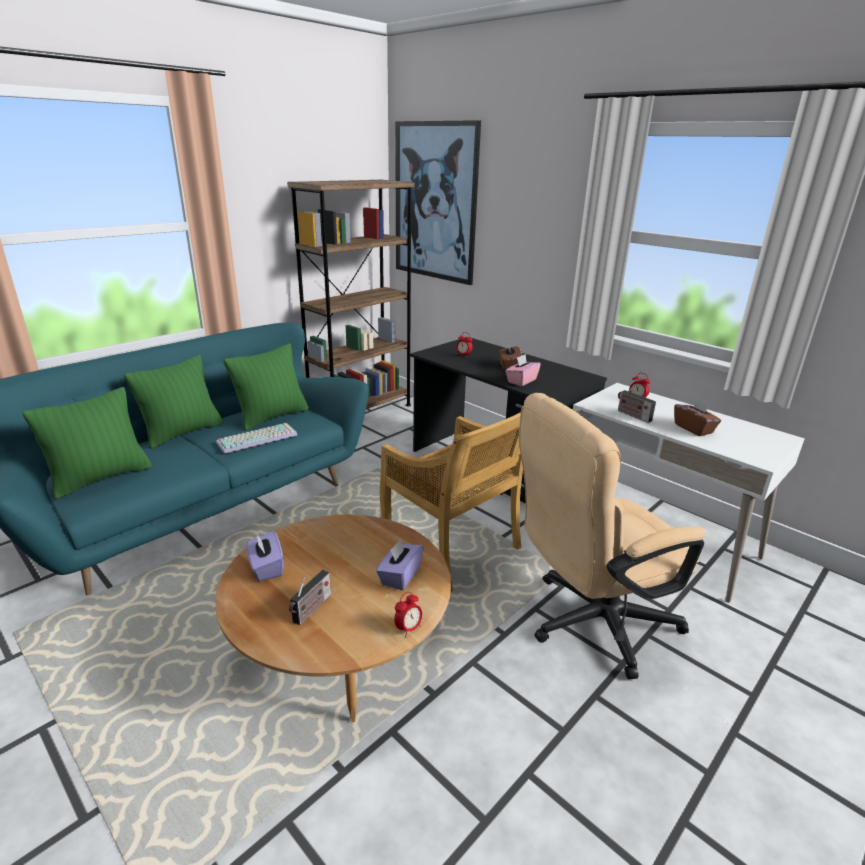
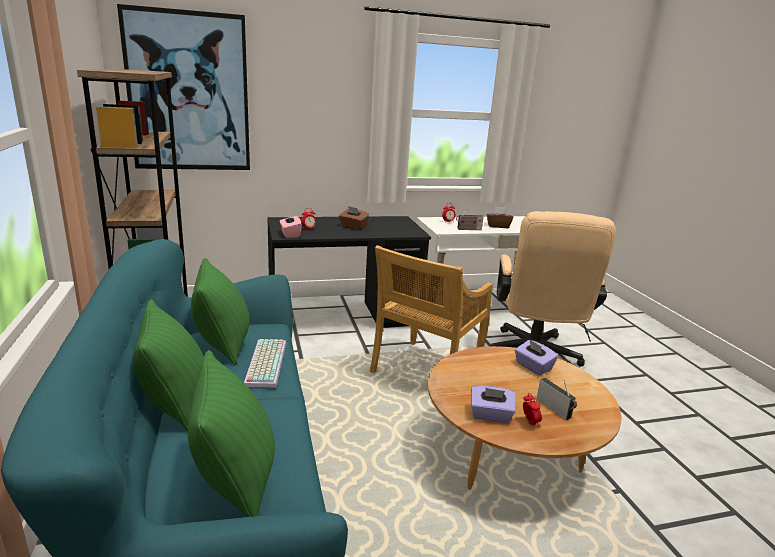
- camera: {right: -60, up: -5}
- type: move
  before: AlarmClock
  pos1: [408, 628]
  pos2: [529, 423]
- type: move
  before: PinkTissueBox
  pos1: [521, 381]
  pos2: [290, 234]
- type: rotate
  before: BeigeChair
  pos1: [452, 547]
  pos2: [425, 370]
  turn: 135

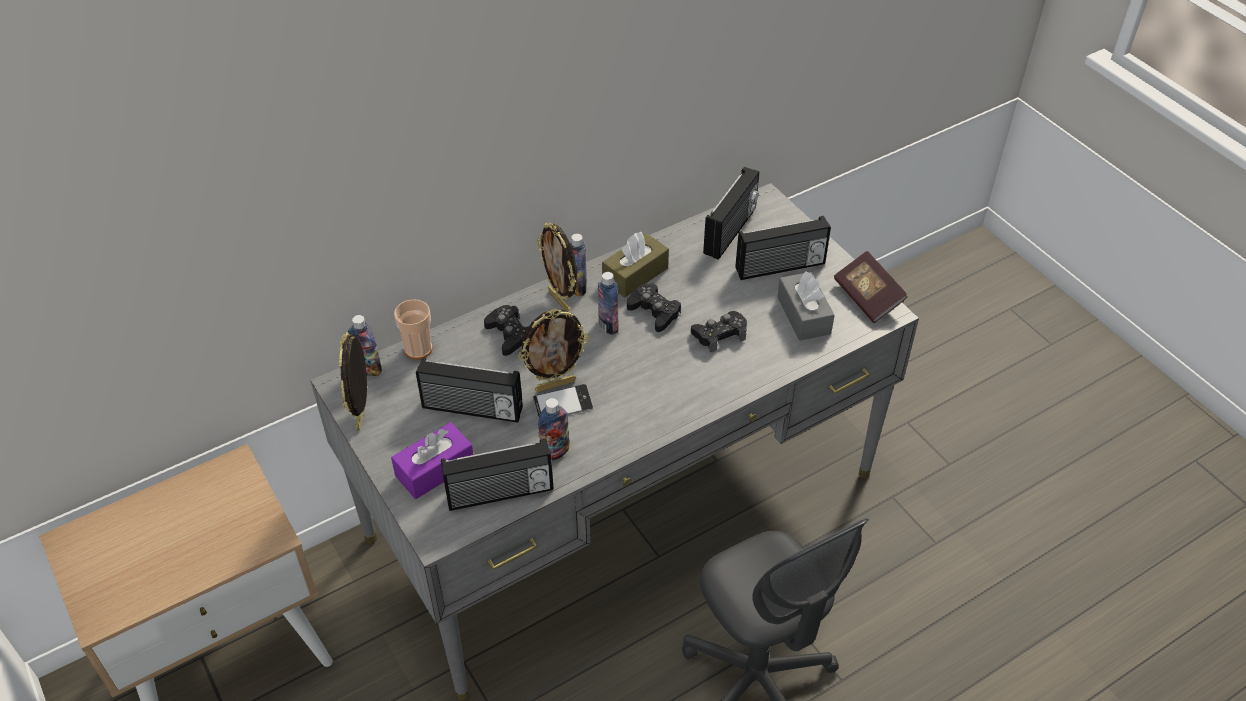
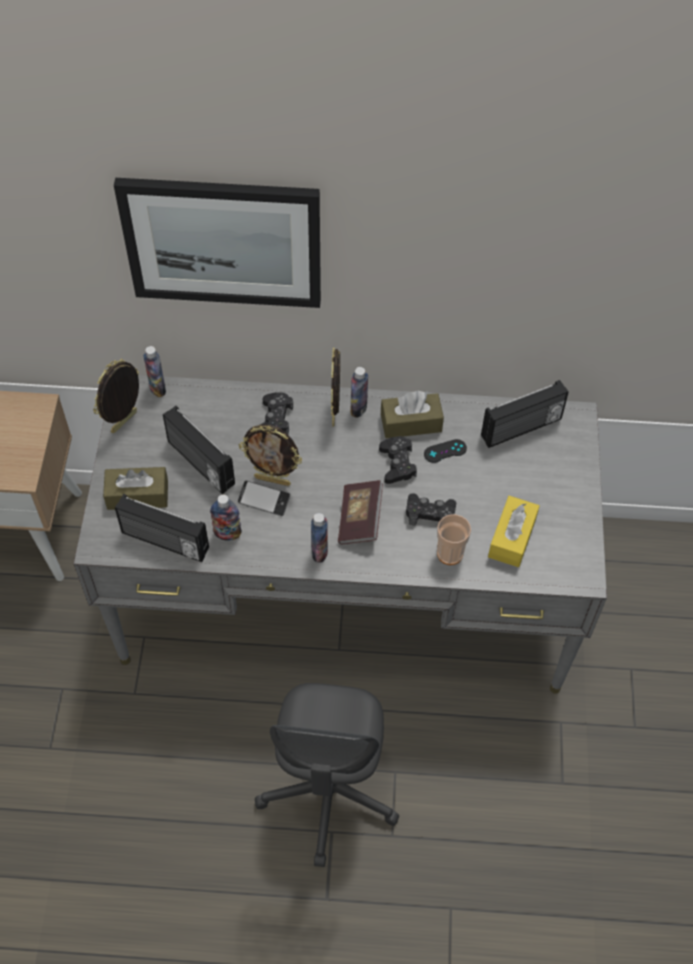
- camera: {right: 35, up: 10}
- type: delete
  before: Radio
  pos1: [780, 267]
- type: insert
  after: Picture
  pos2: [223, 242]
- type: insert
  after: BlackGameController
  pos2: [445, 451]
- type: move
  before: Cup
  pos1: [418, 349]
  pos2: [450, 553]
- type: move
  before: Bottle
  pos1: [608, 326]
  pos2: [319, 552]
- type: move
  before: Book
  pos1: [868, 297]
  pos2: [360, 519]
- type: recolor
  before: PurpleTissueBox
  after: BrownTissueBox
  pos1: [435, 469]
  pos2: [137, 495]
- type: recolor
  before: GreyTissueBox
  after: YellowTissueBox
  pos1: [803, 315]
  pos2: [512, 537]

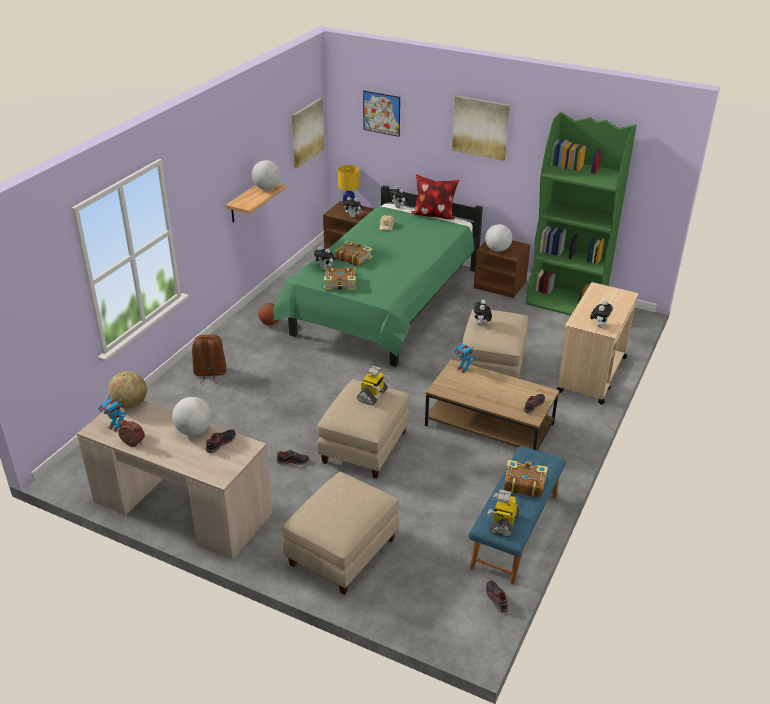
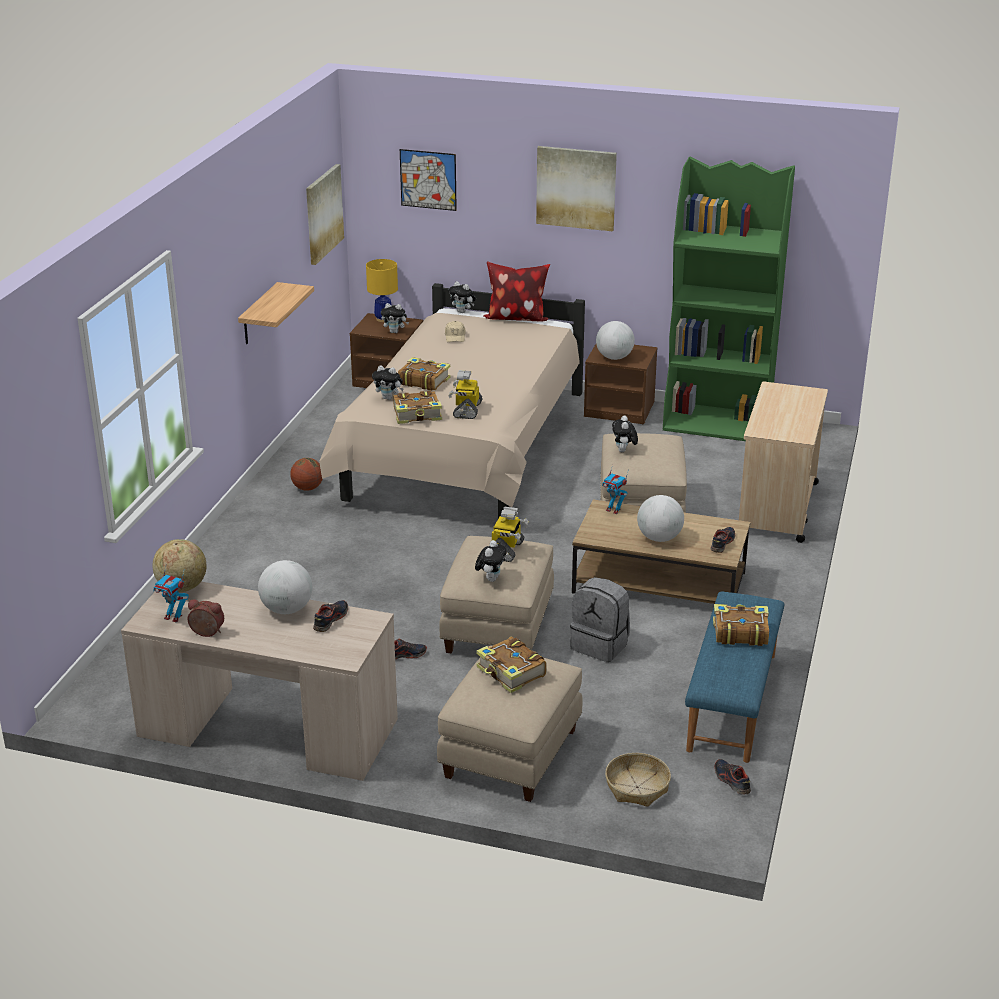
- camera: {right: -10, up: -5}
- type: delete
  before: BrownBackpack
  pos1: [210, 373]
- type: insert
  after: Book
  pos2: [511, 673]
- type: insert
  after: GreyBackpack
  pos2: [600, 645]
- type: insert
  after: Basket
  pos2: [637, 787]
- type: move
  before: Globe
  pos1: [267, 188]
  pos2: [659, 538]
- type: move
  before: ToyRobot
  pos1: [503, 523]
  pos2: [466, 410]
- type: move
  before: PlushToy
  pos1: [599, 325]
  pos2: [491, 578]
- type: recolor
  before: GreenBed
  after: BeigeBed
  pos1: [385, 304]
  pos2: [465, 449]

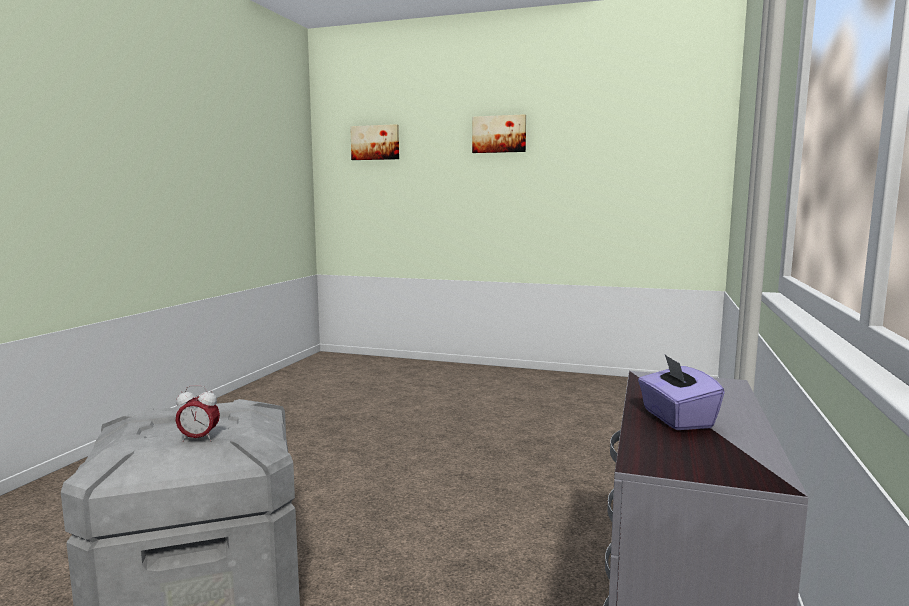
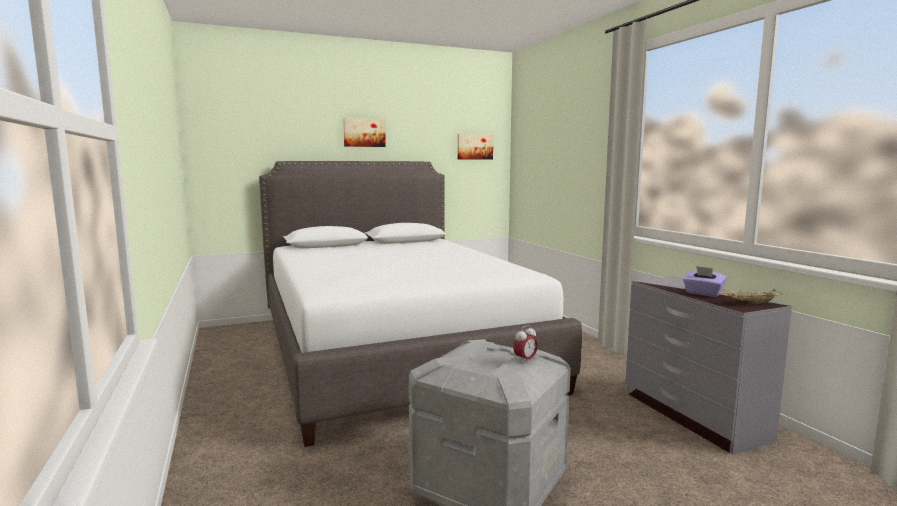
- camera: {right: -40, up: 0}
- type: insert
  after: WhiteBed
  pos2: [395, 351]
- type: insert
  after: BeigeTray
  pos2: [749, 303]
- type: move
  before: Picture
  pos1: [375, 142]
  pos2: [474, 146]

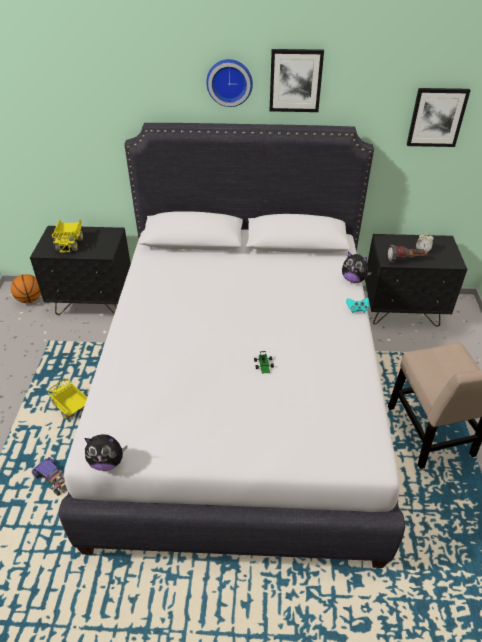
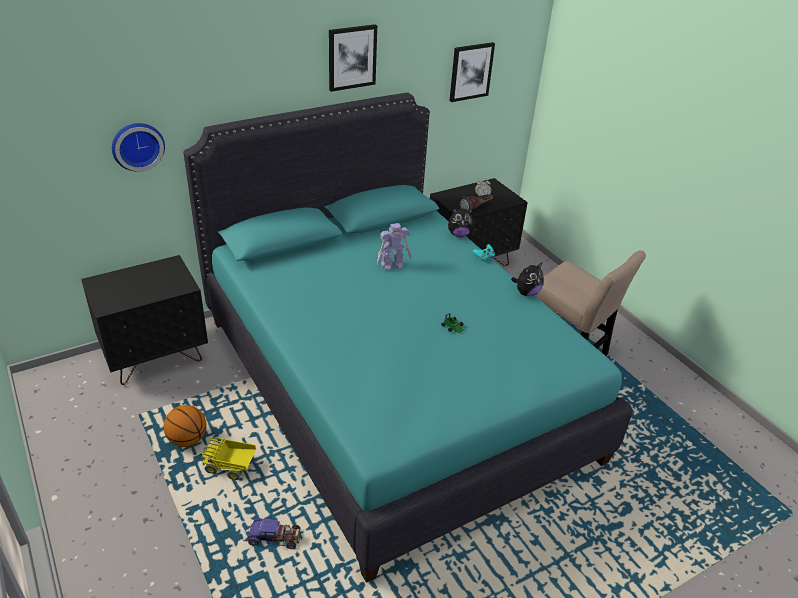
- camera: {right: -35, up: -5}
- type: delete
  before: ToyTruck
  pos1: [70, 243]
- type: insert
  after: ToyRobot
  pos2: [393, 265]
- type: move
  before: Basketball
  pos1: [30, 299]
  pos2: [187, 439]
- type: move
  before: PlushToy
  pos1: [107, 462]
  pos2: [526, 293]
- type: move
  before: WallClock
  pos1: [229, 82]
  pos2: [137, 145]
- type: recolor
  before: WhiteBed
  after: TurquoiseBed
  pos1: [240, 396]
  pos2: [391, 386]

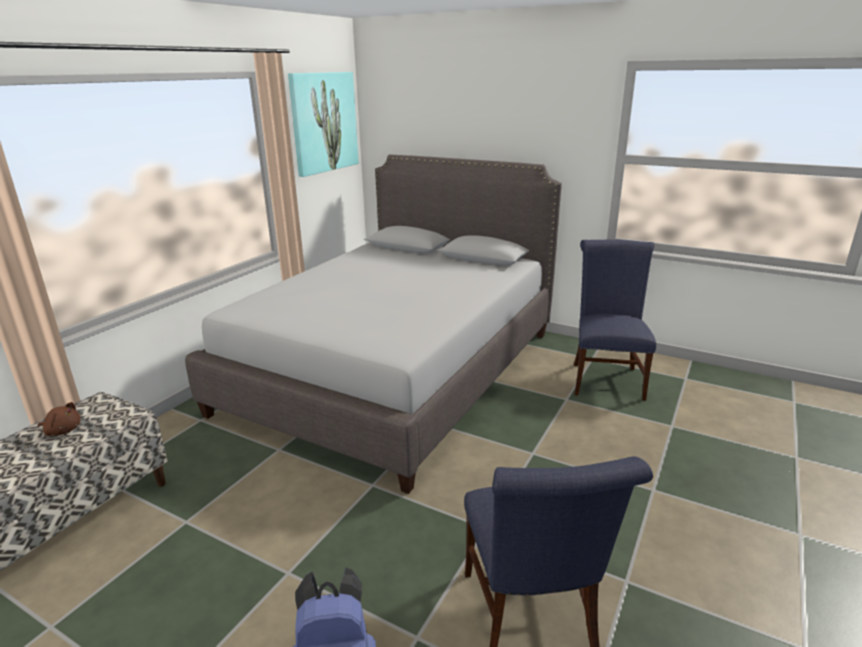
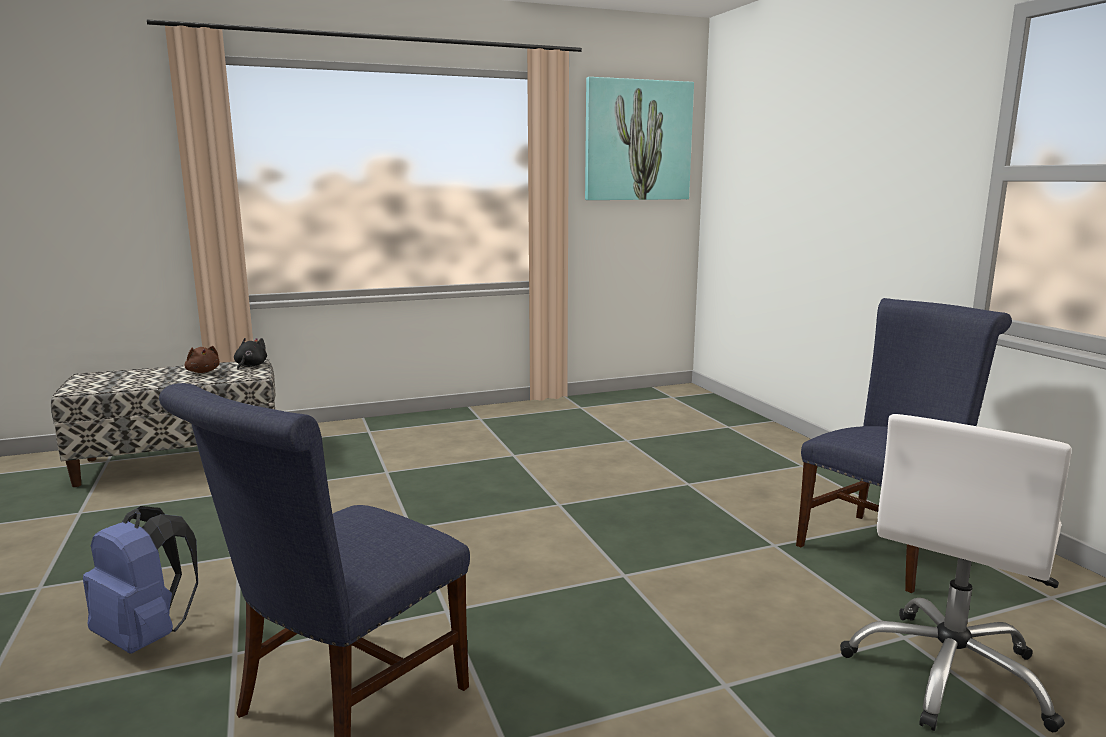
- camera: {right: 40, up: -10}
- type: delete
  before: GreyBed
  pos1: [396, 370]
- type: insert
  after: BlackPlushToy
  pos2: [250, 366]
- type: insert
  after: WhiteOfficeChair
  pos2: [949, 674]

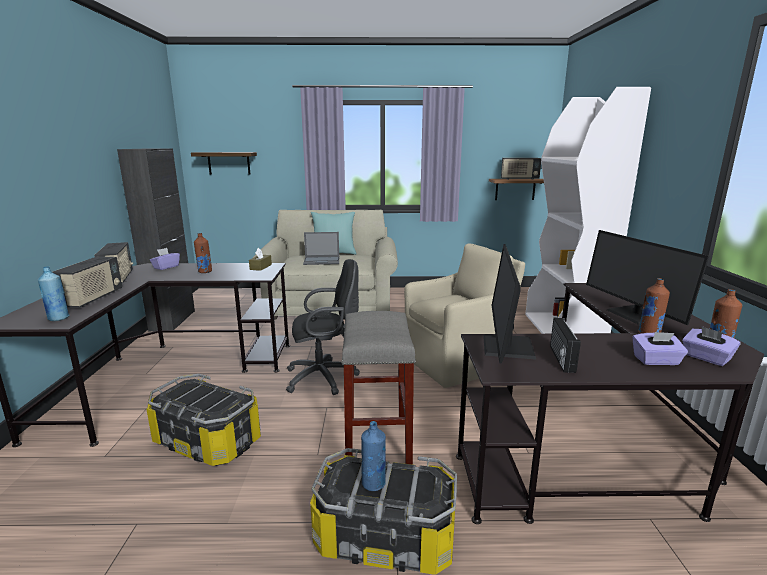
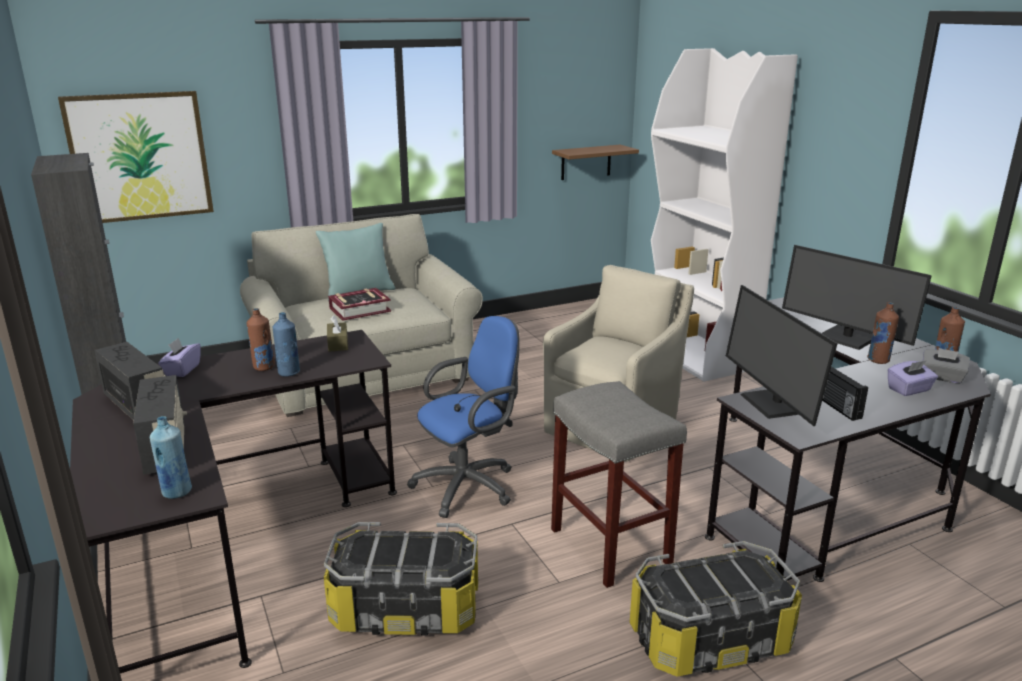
- camera: {right: -25, up: 5}
- type: delete
  before: Radio
  pos1: [519, 179]
- type: move
  before: BlueBottle
  pos1: [373, 483]
  pos2: [289, 372]
- type: replace
  before: Shelf
  after: Picture
  pos1: [229, 163]
  pos2: [140, 157]
- type: replace
  before: Laptop
  after: Book
  pos1: [322, 261]
  pos2: [359, 310]
- type: recolor
  before: BlackOfficeChair
  after: BlueOfficeChair
  pos1: [325, 377]
  pos2: [470, 485]
- type: recolor
  before: PurpleTissueBox
  after: GreyTissueBox
  pos1: [706, 358]
  pos2: [942, 377]

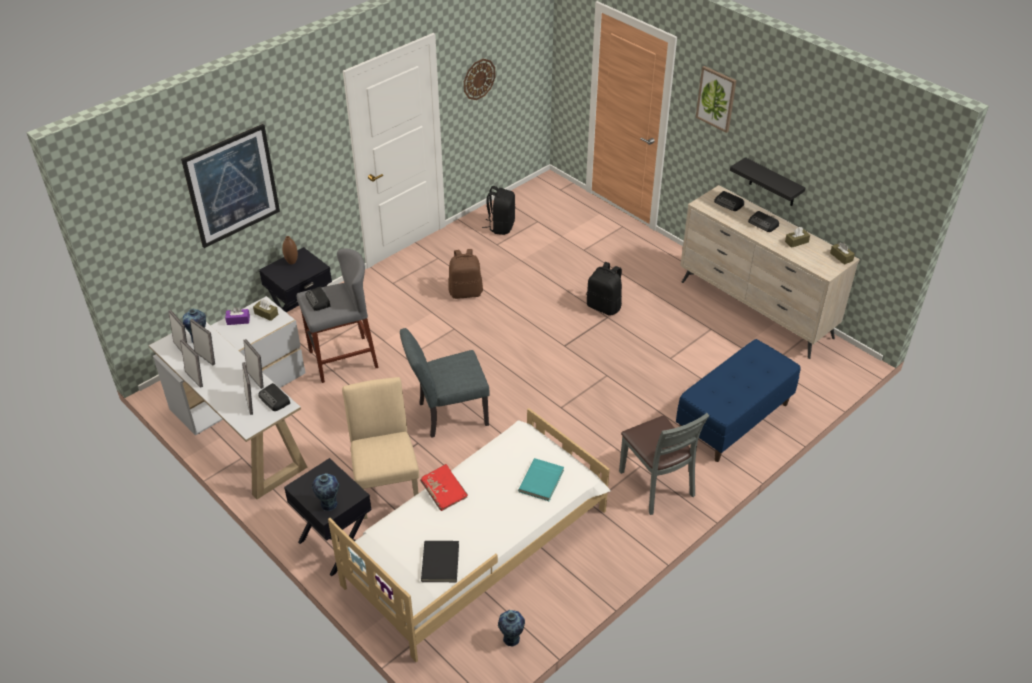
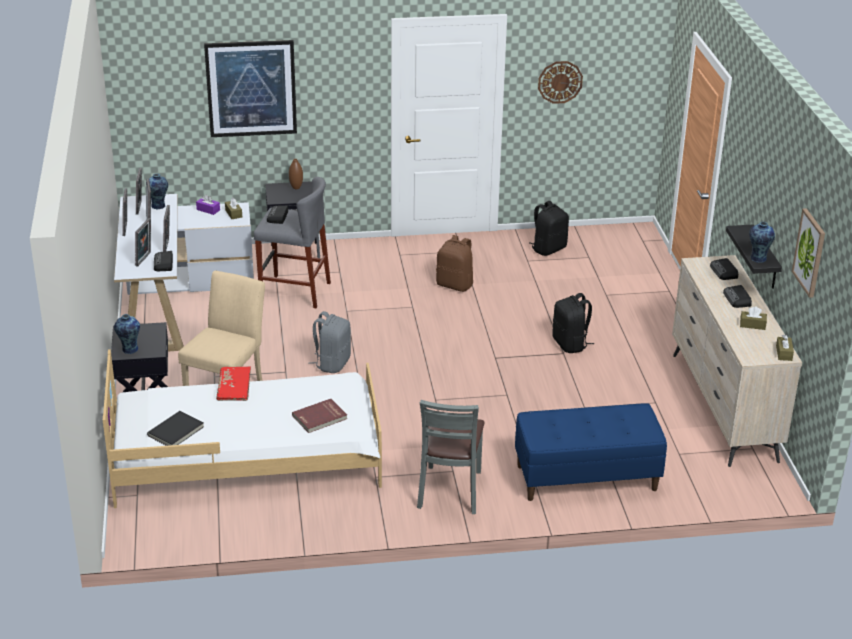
- camera: {right: 35, up: -10}
- type: move
  before: Vase
  pos1: [511, 640]
  pos2: [758, 259]
- type: move
  before: Picture
  pos1: [716, 98]
  pos2: [810, 252]
- type: replace
  before: GreyChair
  after: GreyBackpack
  pos1: [447, 415]
  pos2: [332, 363]
- type: recolor
  before: TurquoiseBook
  after: RedBook
  pos1: [542, 481]
  pos2: [320, 418]

